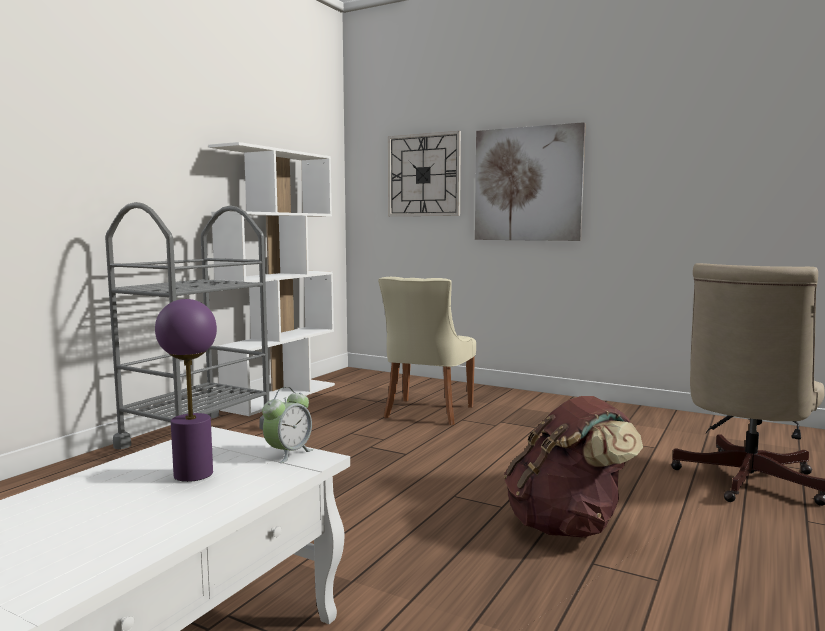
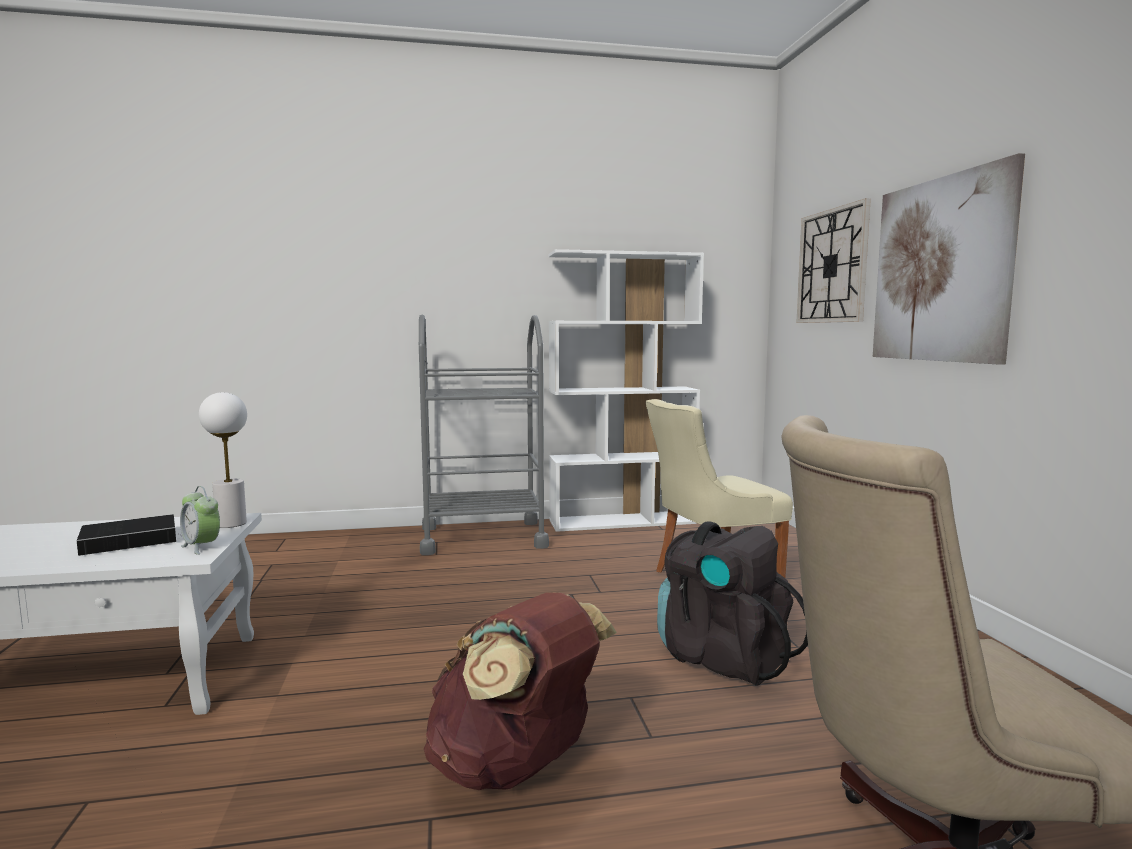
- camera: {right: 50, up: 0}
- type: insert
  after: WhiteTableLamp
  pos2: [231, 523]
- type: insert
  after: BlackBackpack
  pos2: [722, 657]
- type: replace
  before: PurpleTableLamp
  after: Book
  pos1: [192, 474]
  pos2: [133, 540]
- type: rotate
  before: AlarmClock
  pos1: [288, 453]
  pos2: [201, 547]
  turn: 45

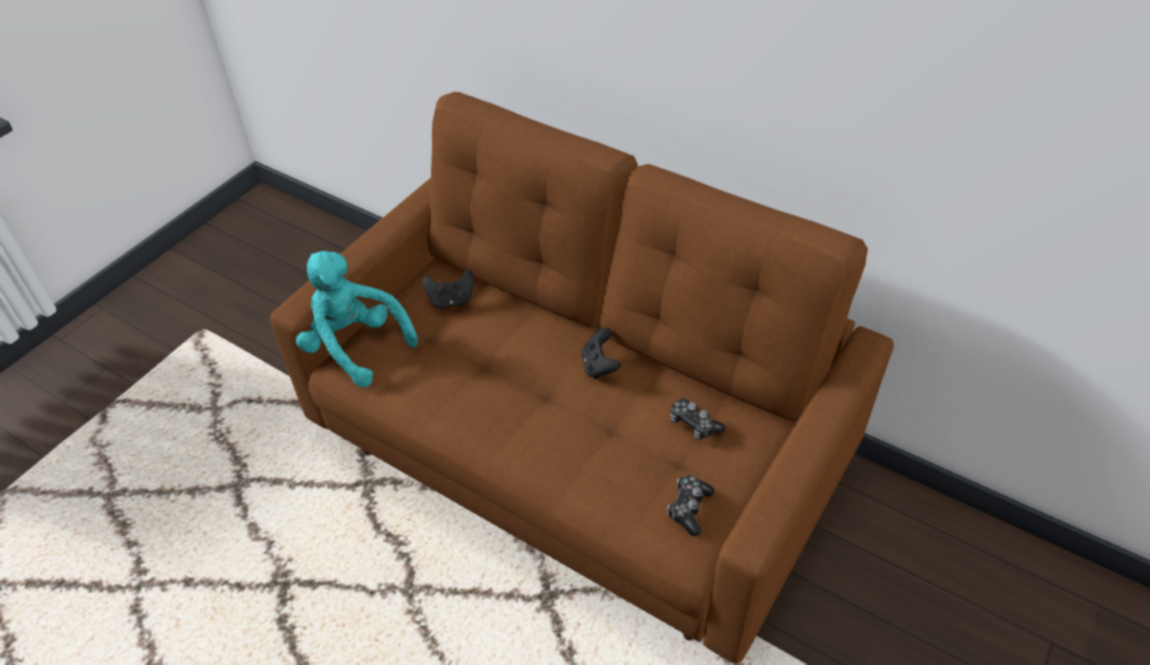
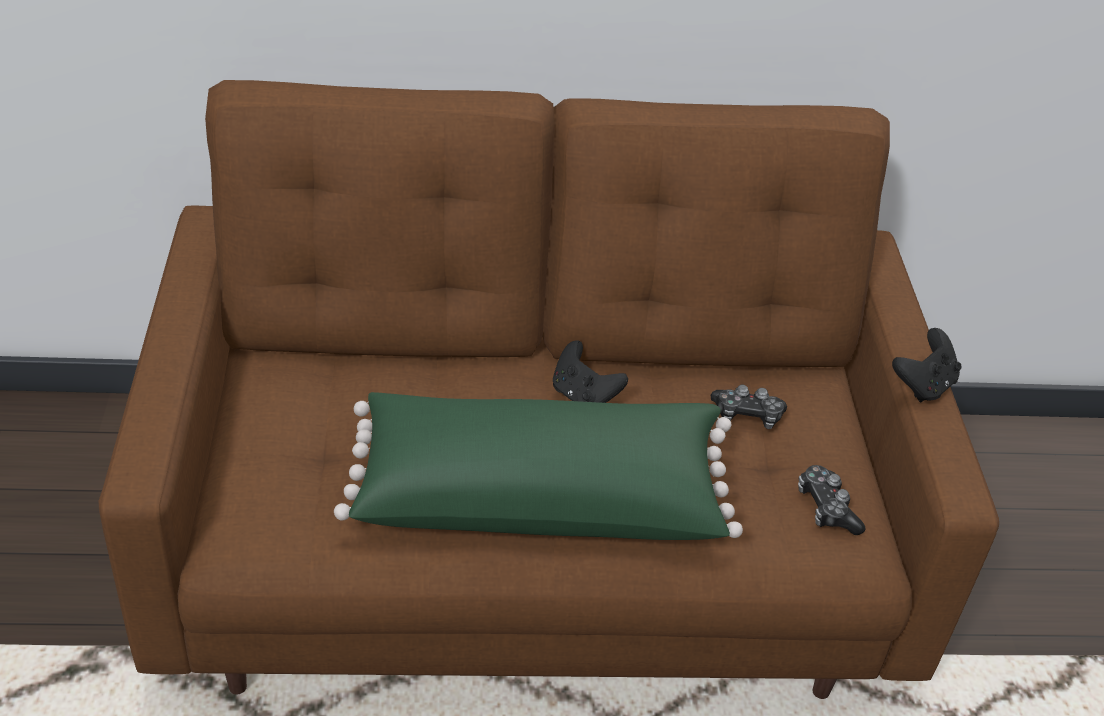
- camera: {right: -40, up: -5}
- type: delete
  before: TurquoisePlushToy
  pos1: [355, 346]
- type: insert
  after: GreenPillow
  pos2: [538, 495]
- type: move
  before: BlackGameController
  pos1: [451, 301]
  pos2: [922, 385]

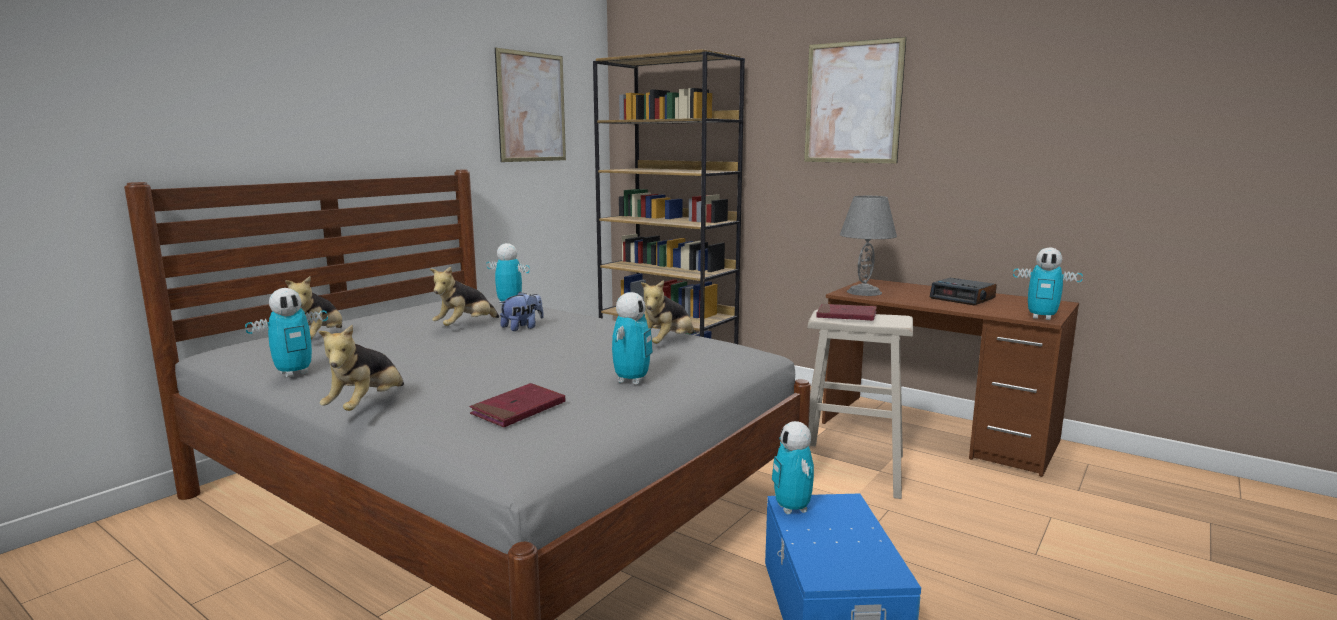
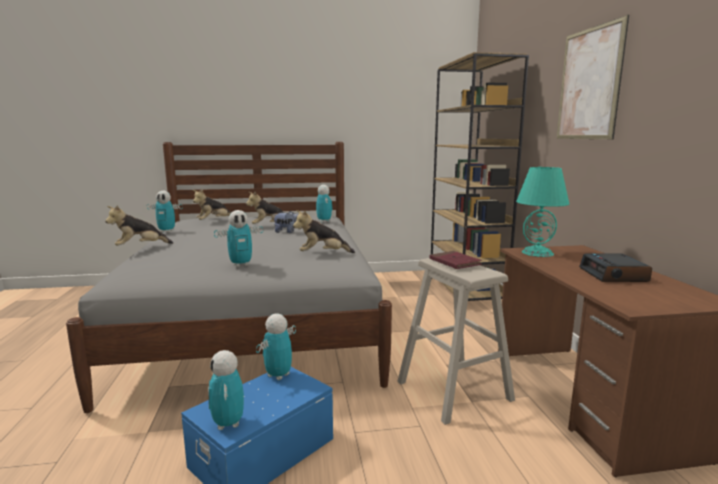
- camera: {right: 45, up: 0}
- type: delete
  before: RedBook
  pos1: [518, 409]
- type: delete
  before: Picture
  pos1: [531, 107]
- type: move
  before: ToyRobot
  pos1: [1042, 318]
  pos2: [228, 424]
- type: recolor
  before: GreyTableLamp
  after: TurquoiseTableLamp
  pos1: [864, 292]
  pos2: [537, 253]

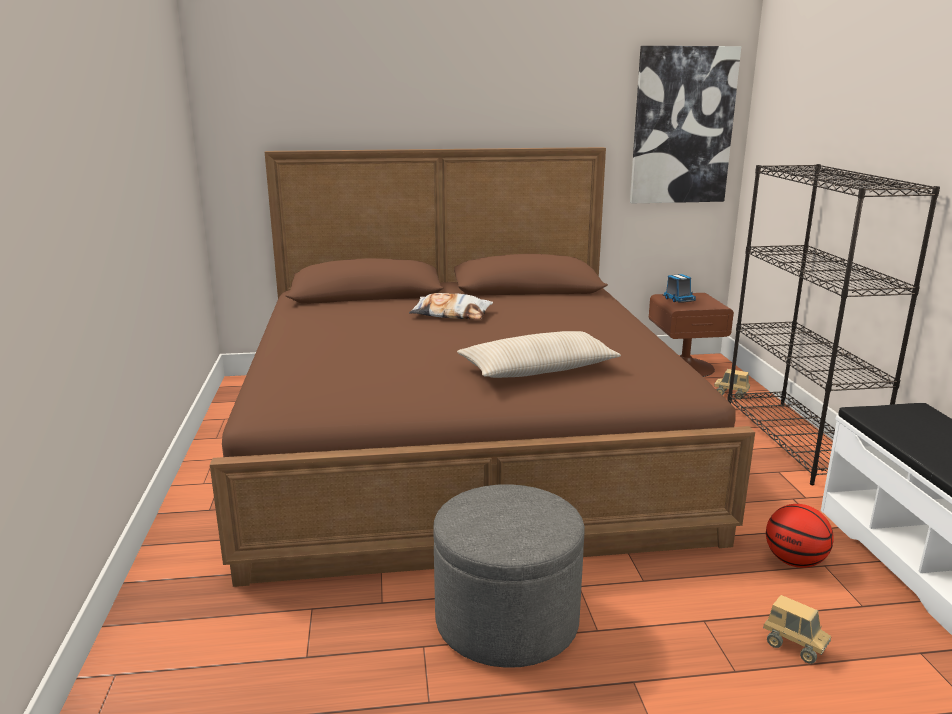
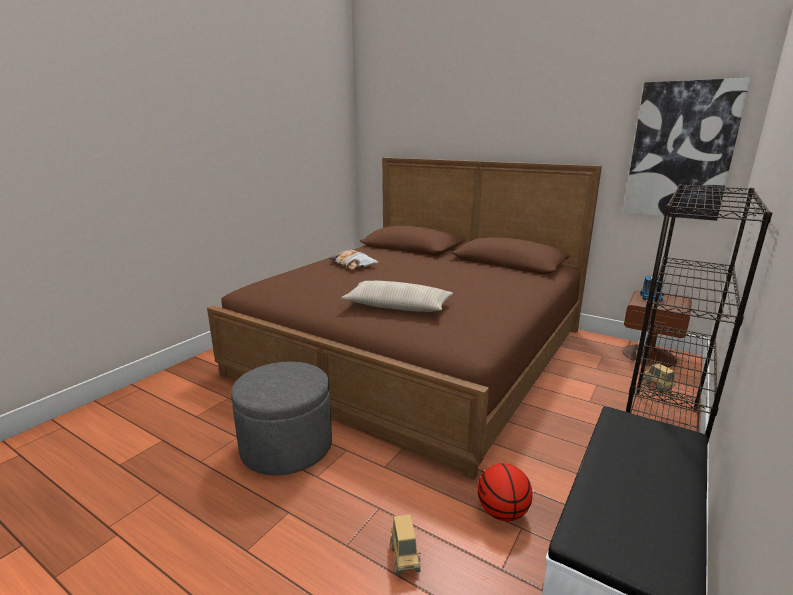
- camera: {right: 40, up: 0}
- type: move
  before: Pillow
  pos1: [451, 314]
  pos2: [353, 264]

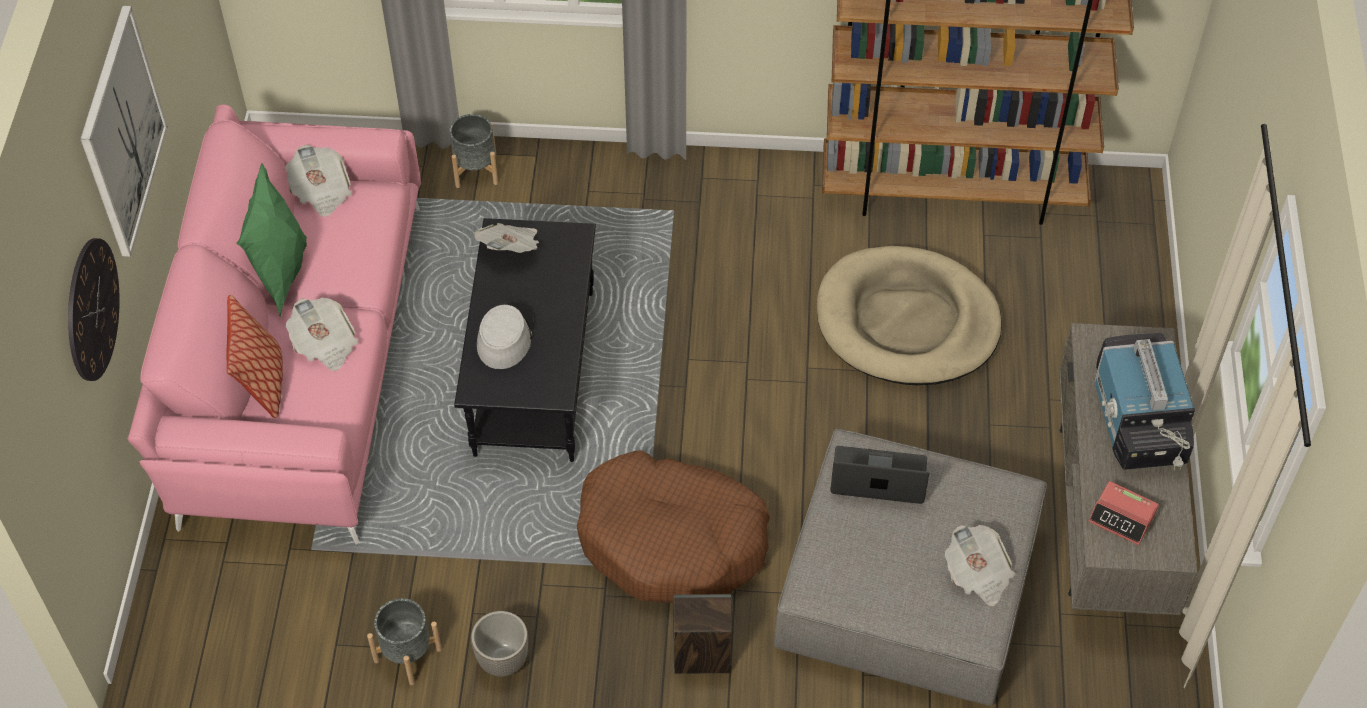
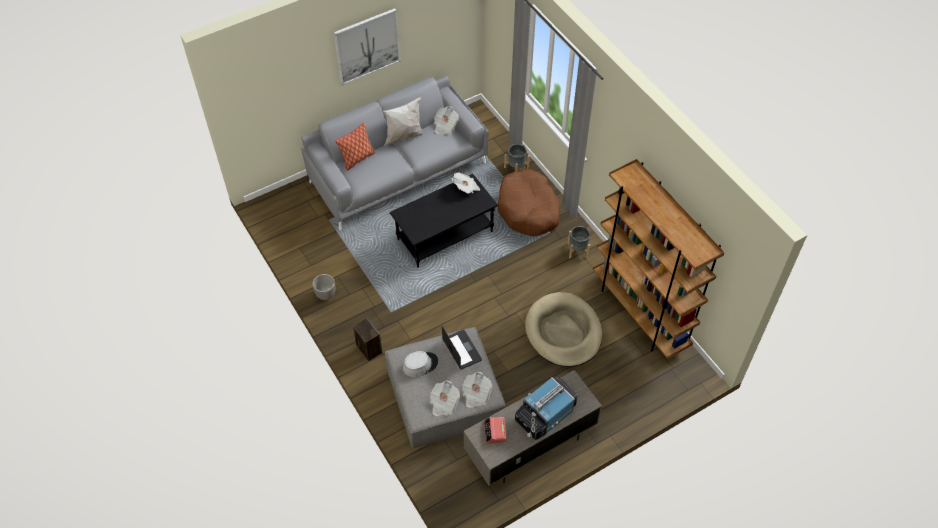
- camera: {right: 55, up: 0}
- type: delete
  before: WallClock
  pos1: [92, 309]
- type: move
  before: Newspaper
  pos1: [325, 345]
  pos2: [476, 394]
- type: move
  before: GreyPlanter
  pos1: [408, 655]
  pos2: [577, 250]
- type: move
  before: GreyHat
  pos1: [505, 336]
  pos2: [420, 364]
- type: move
  before: BrownDogBed
  pos1: [672, 541]
  pos2: [528, 210]
- type: recolor
  before: PinkSofa
  after: GreySofa
  pos1: [299, 359]
  pos2: [397, 171]
- type: recolor
  before: GreenPillow
  after: WhitePillow
  pos1: [281, 272]
  pos2: [404, 136]

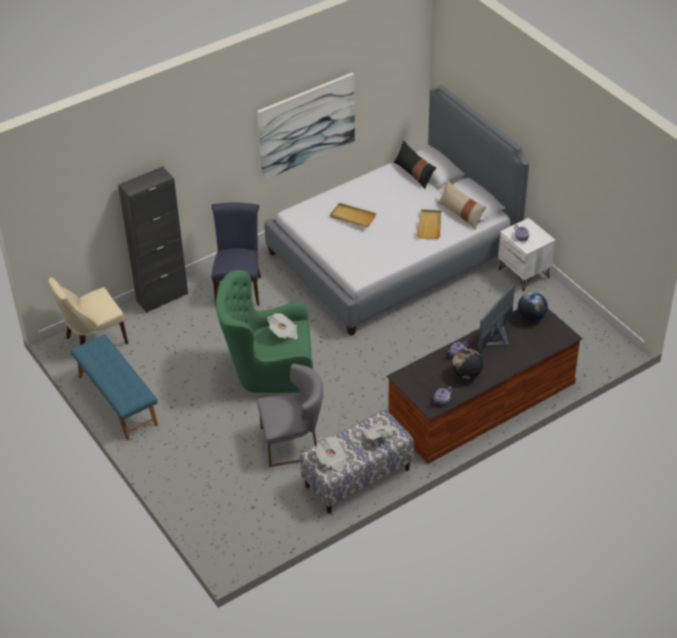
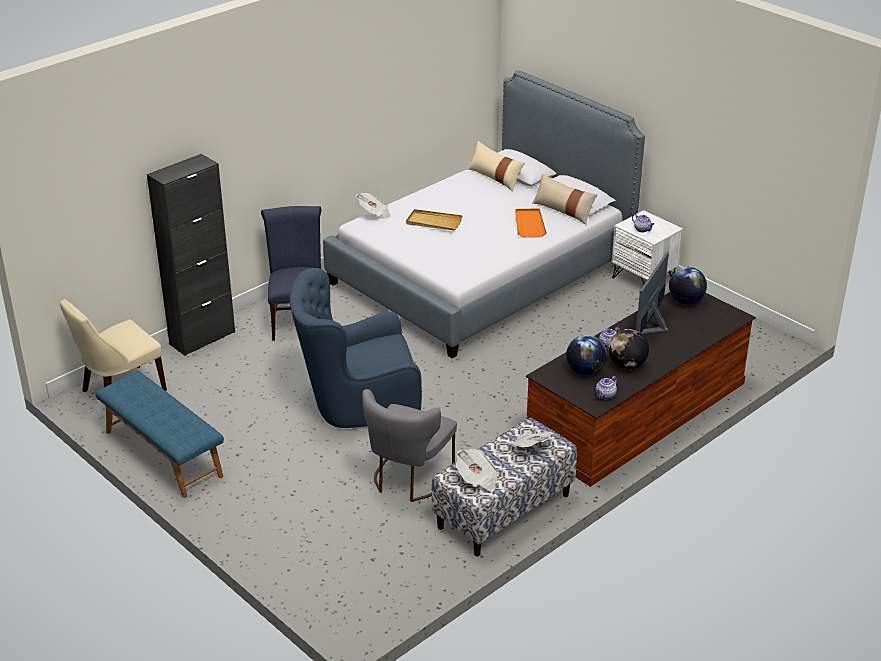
- camera: {right: -10, up: -10}
- type: delete
  before: Picture
  pos1: [306, 125]
- type: insert
  after: Globe
  pos2: [585, 371]
- type: move
  before: Newspaper
  pos1: [284, 333]
  pos2: [374, 213]
- type: recolor
  before: GreenArmchair
  after: BlueArmchair
  pos1: [268, 370]
  pos2: [357, 403]
- type: recolor
  before: BlackPillow
  after: BeigePillow
  pos1: [414, 173]
  pos2: [495, 178]
- type: recolor
  before: BeigeTray
  after: OrangeTray
  pos1: [429, 225]
  pos2: [529, 224]
- type: rotate
  before: GreyChair
  pos1: [292, 442]
  pos2: [408, 479]
  turn: 135

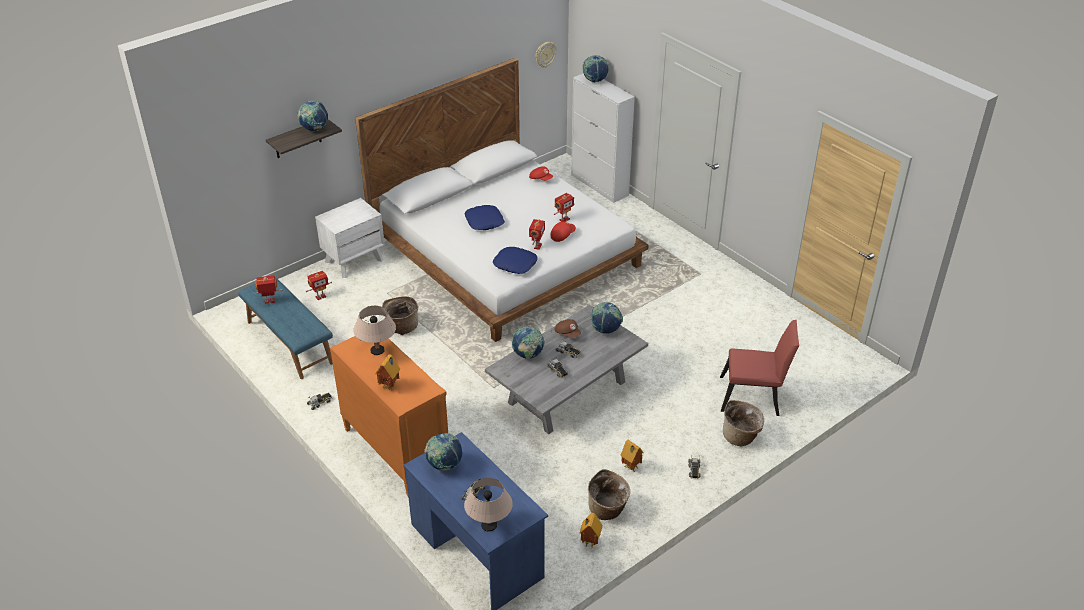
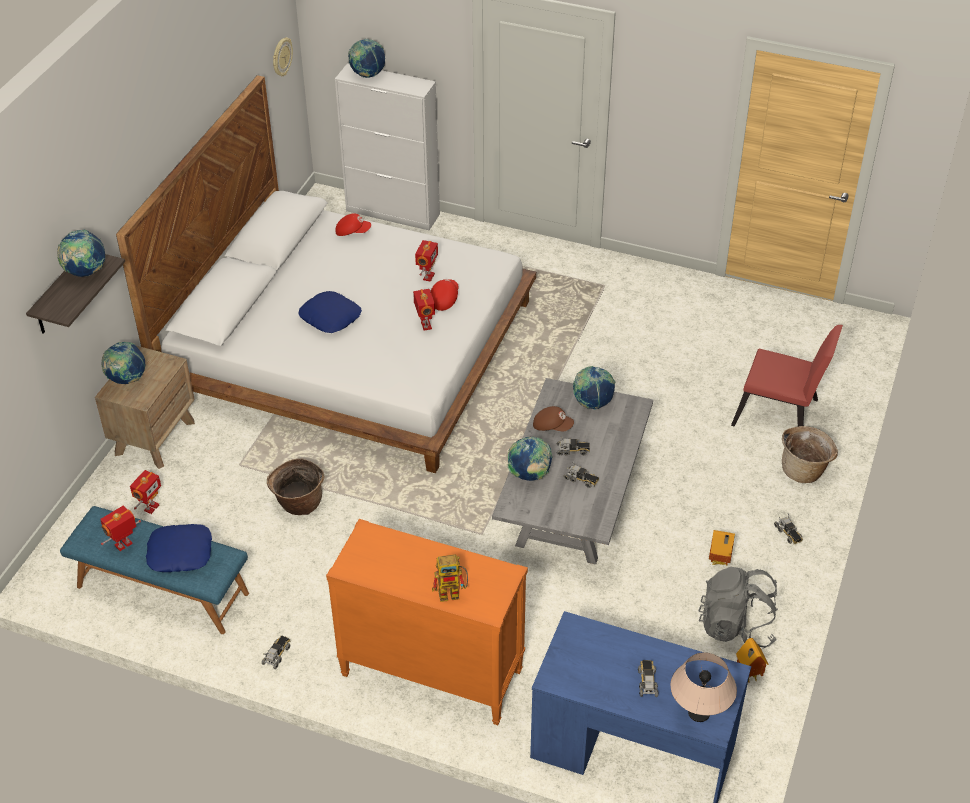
- camera: {right: -30, up: 5}
- type: delete
  before: BeigeTableLamp
  pos1: [377, 351]
- type: move
  before: Globe
  pos1: [444, 465]
  pos2: [127, 379]
- type: move
  before: BluePillow
  pos1: [515, 264]
  pos2: [180, 553]
- type: replace
  before: ToyHouse
  after: ToyRobot
  pos1: [390, 386]
  pos2: [453, 592]
- type: replace
  before: Basket
  after: GreyBackpack
  pos1: [607, 510]
  pos2: [736, 626]
- type: recolor
  before: WhiteNightstand
  after: BrownNightstand
  pos1: [354, 260]
  pos2: [155, 437]
- type: rotate
  before: RedChair
  pos1: [754, 397]
  pos2: [780, 415]
  turn: 45

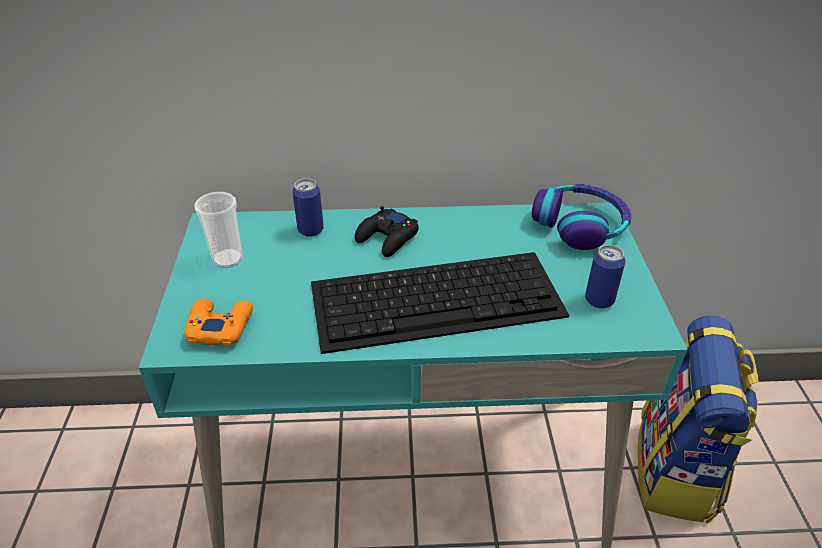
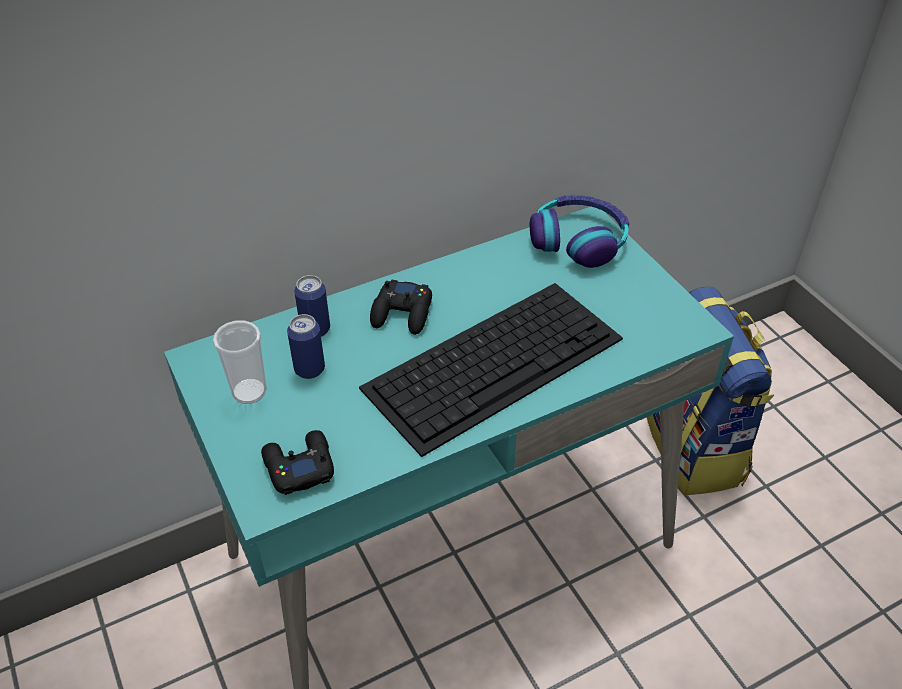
- camera: {right: -25, up: 5}
- type: move
  before: Can
  pos1: [599, 300]
  pos2: [309, 369]
- type: recolor
  before: OrangeGameController
  after: BlackGameController
  pos1: [220, 326]
  pos2: [298, 466]

